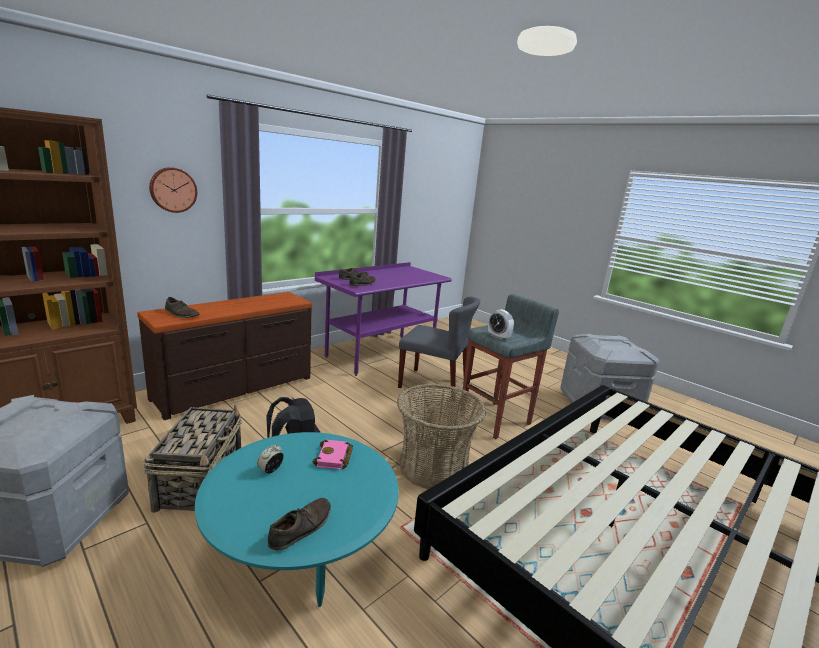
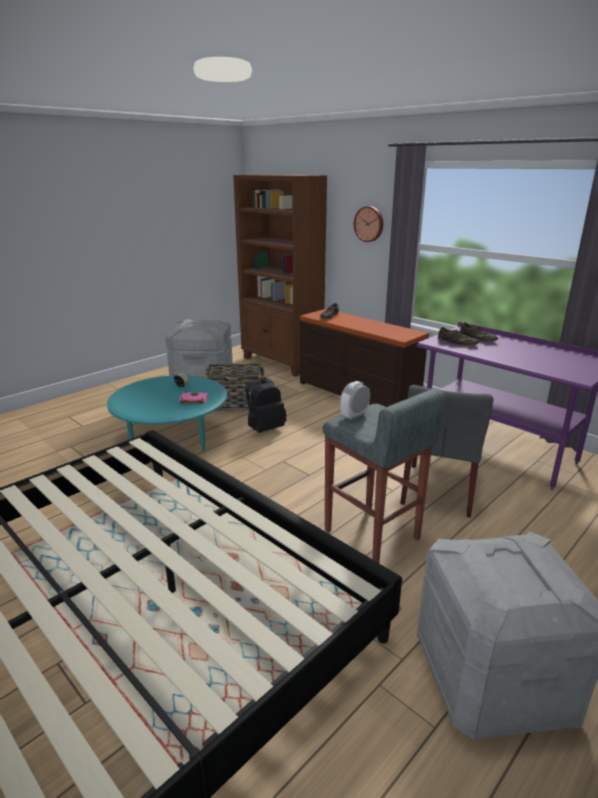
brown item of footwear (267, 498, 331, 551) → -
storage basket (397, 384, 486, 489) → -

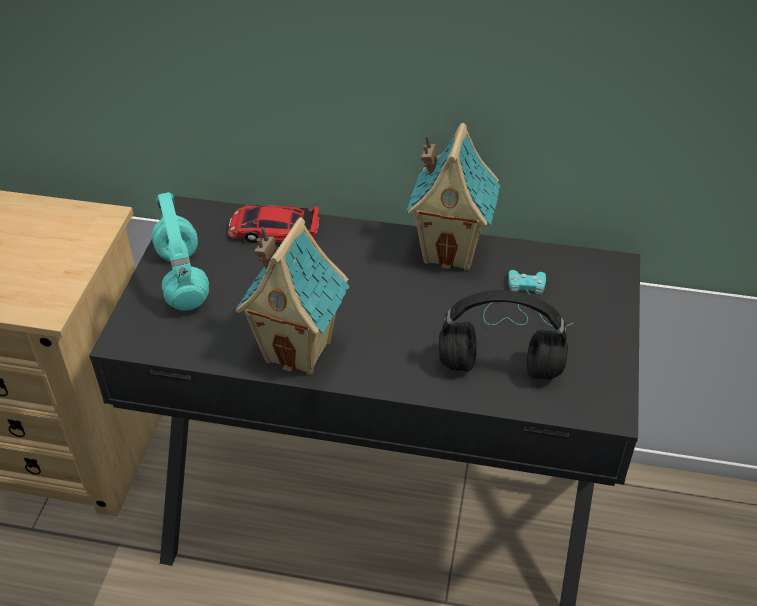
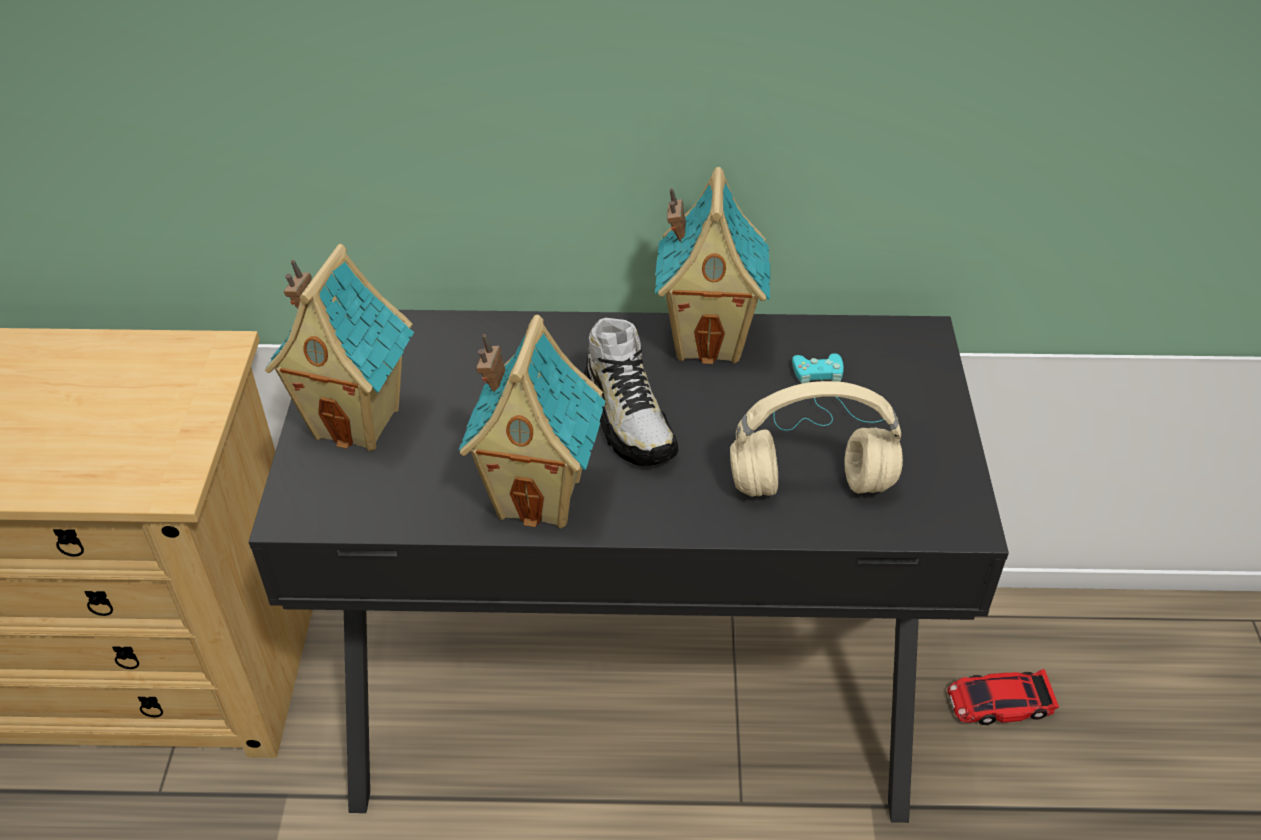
turquoise pair of headphones (152, 192, 209, 311) → model house (265, 244, 414, 451)
- → item of footwear (584, 318, 679, 466)
blackish pair of headphones (439, 290, 568, 380) → beige pair of headphones (730, 381, 903, 497)
miniature car (228, 205, 320, 243) → miniature car (948, 669, 1059, 725), relocated

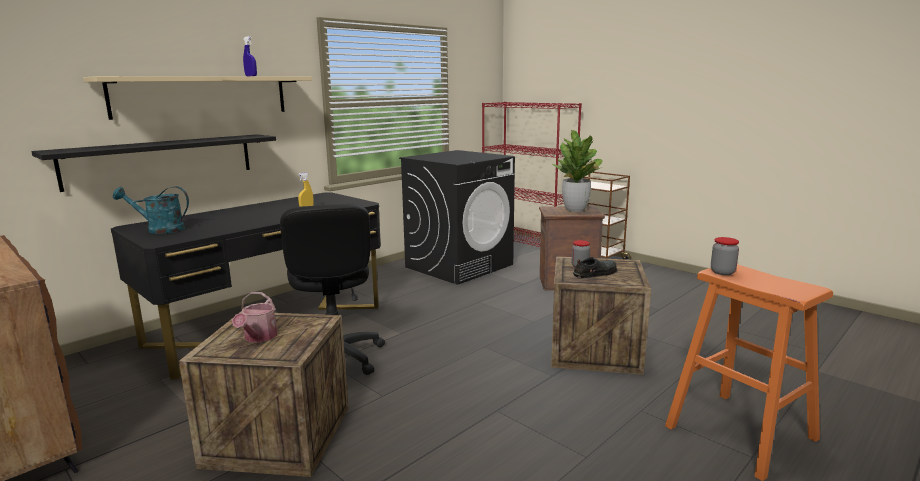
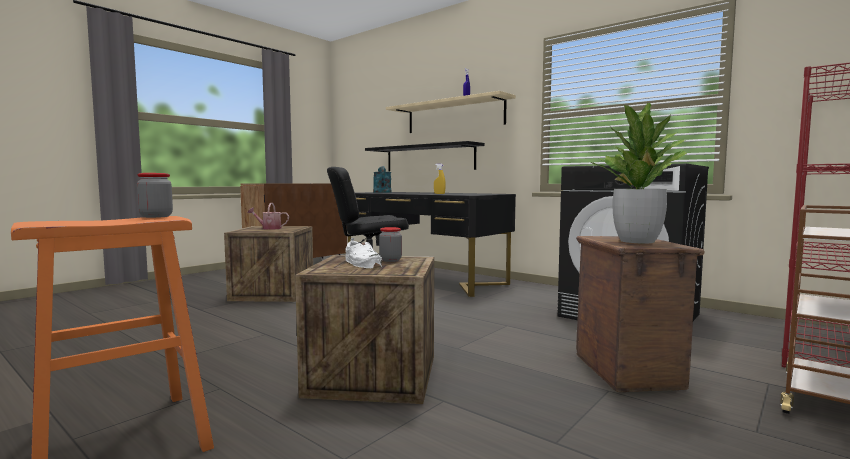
blackish item of footwear (573, 257, 618, 278) → white item of footwear (345, 238, 382, 268)

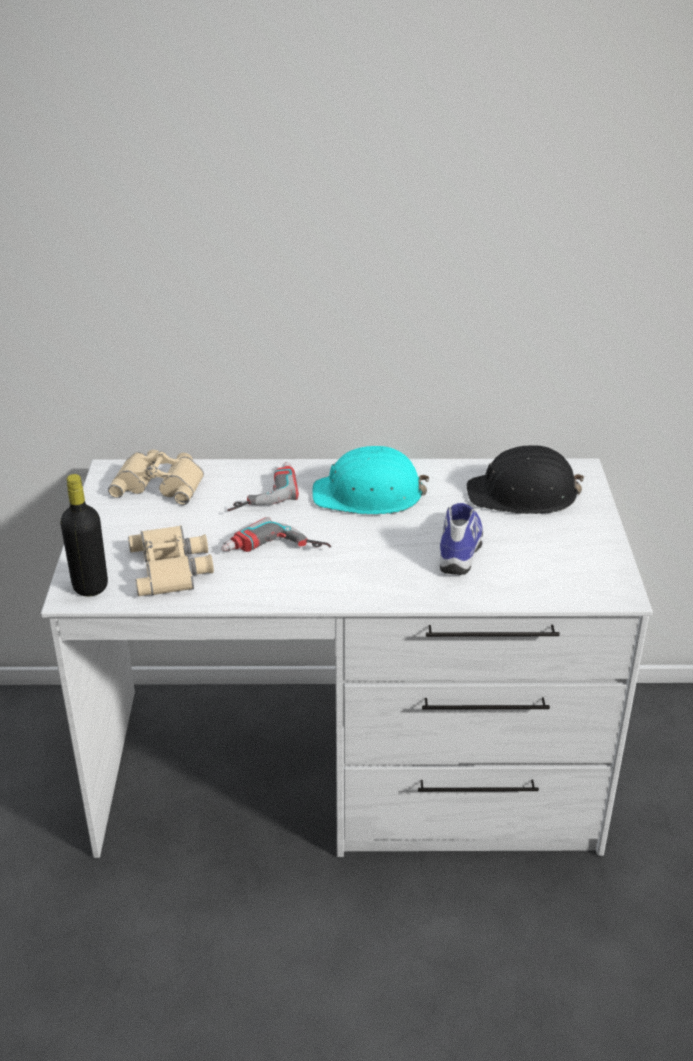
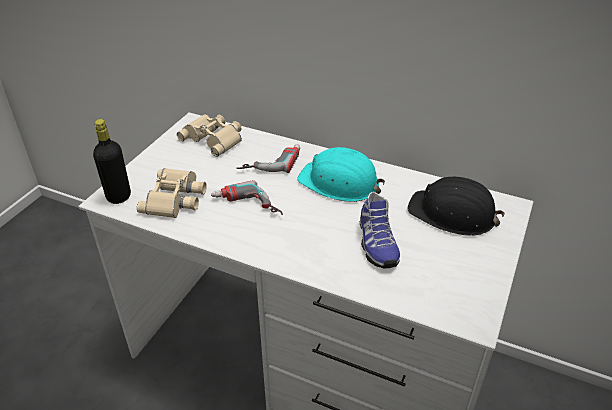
item of footwear (440, 503, 483, 575) → item of footwear (360, 192, 400, 268), 135 degrees clockwise

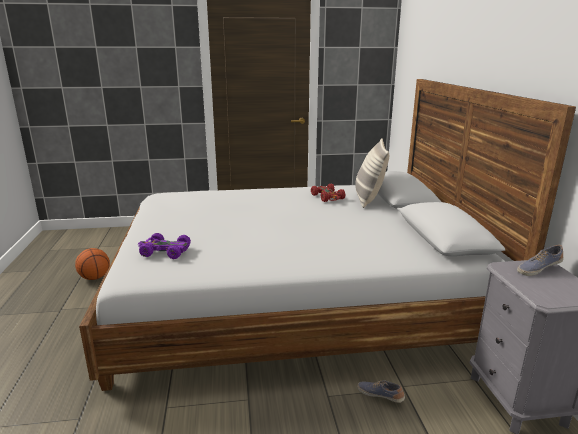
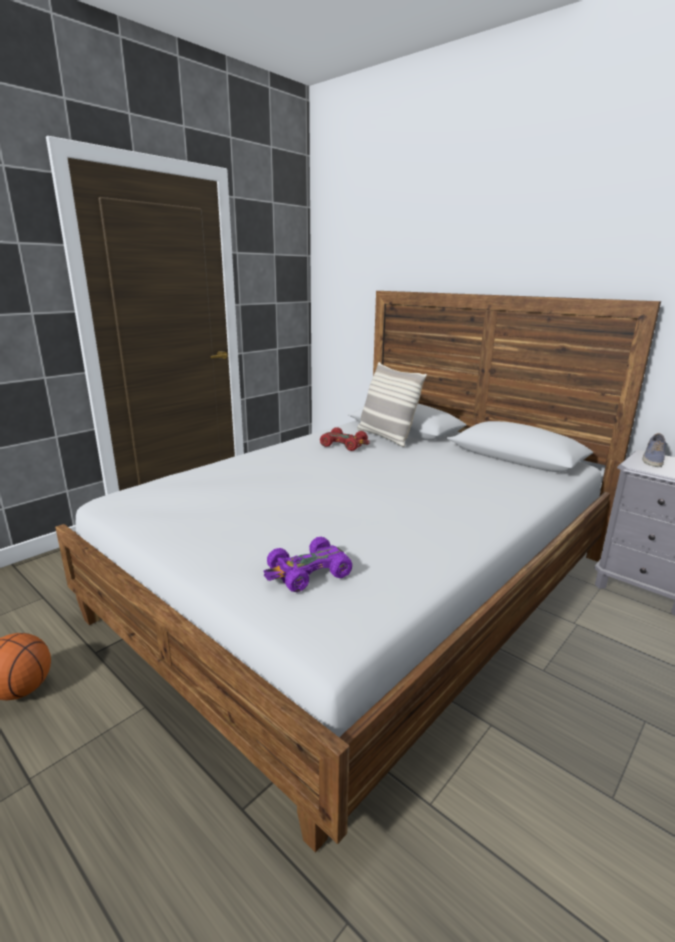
item of footwear (357, 380, 405, 403) → -

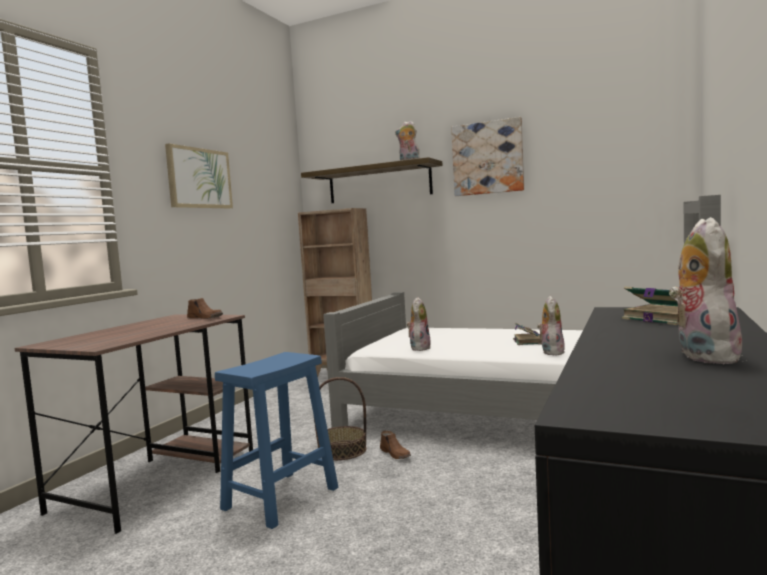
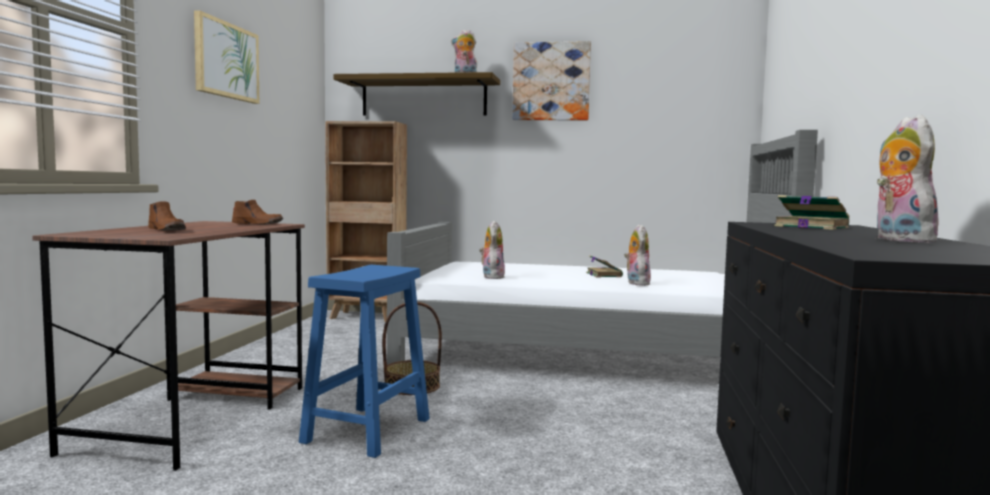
brown item of footwear (380, 431, 411, 459) → brown item of footwear (148, 201, 186, 231), relocated

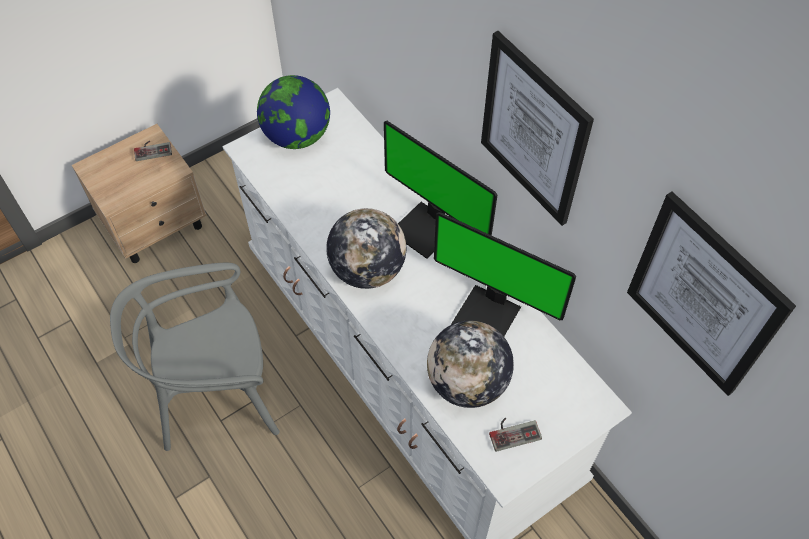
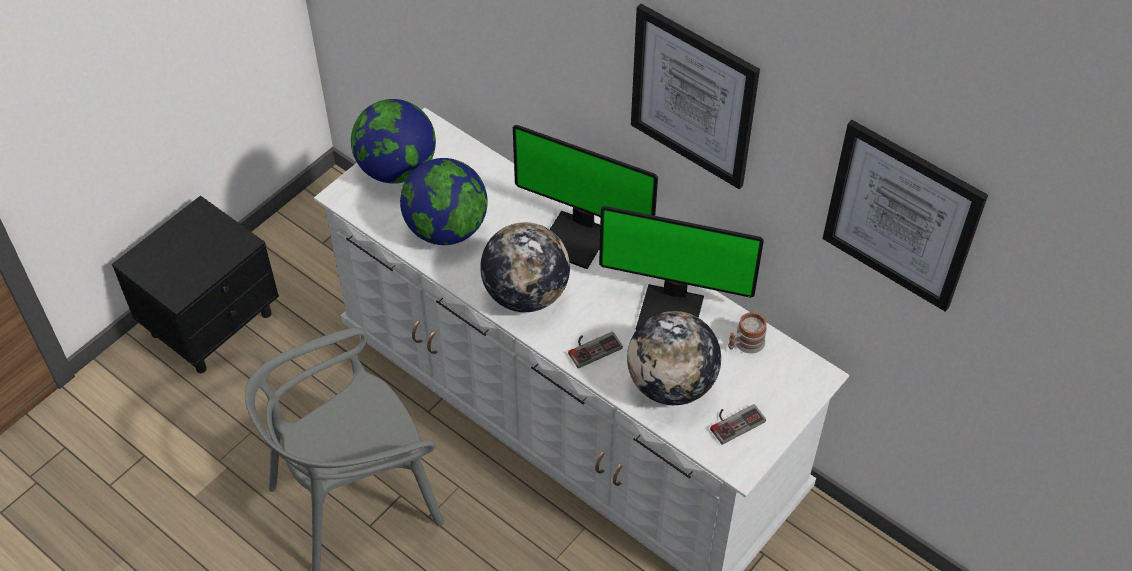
beige bedside table (72, 124, 207, 263) → blackish bedside table (112, 196, 279, 373)
- → desk globe (400, 158, 488, 245)
game controller (134, 141, 172, 161) → game controller (568, 331, 623, 368), relocated
- → tea mug (728, 312, 767, 353)

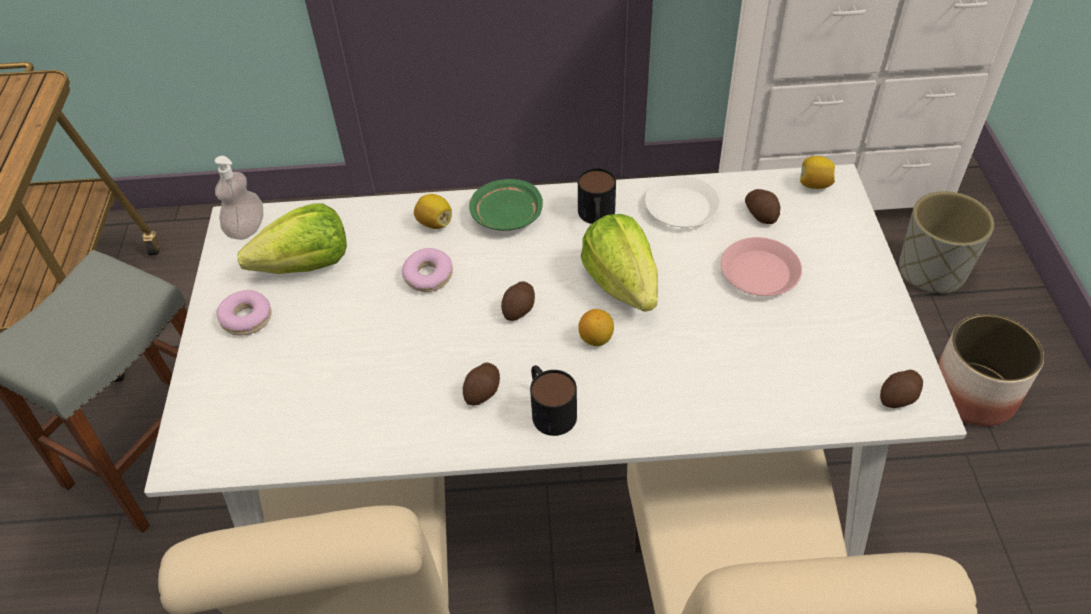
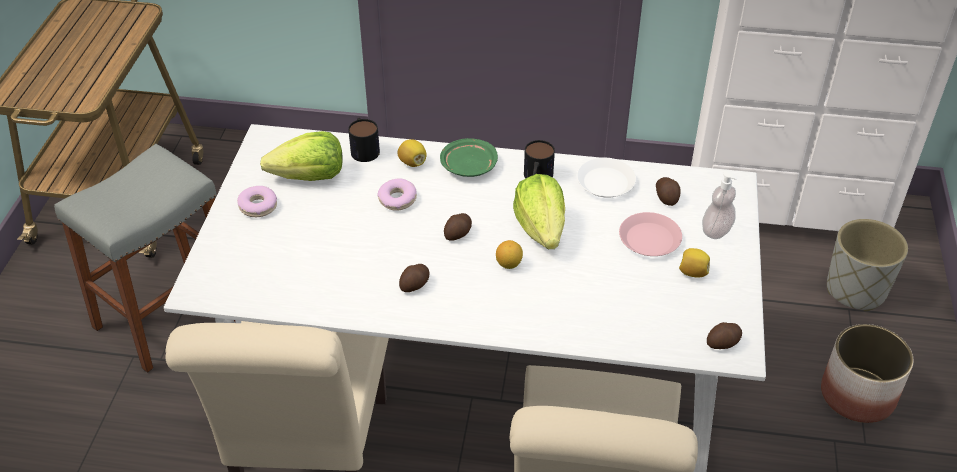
tea mug (530, 365, 577, 436) → tea mug (348, 118, 380, 162), relocated
citrus fruit (800, 156, 835, 189) → citrus fruit (679, 248, 710, 278), relocated
soap bottle (215, 156, 263, 240) → soap bottle (702, 171, 737, 239), relocated

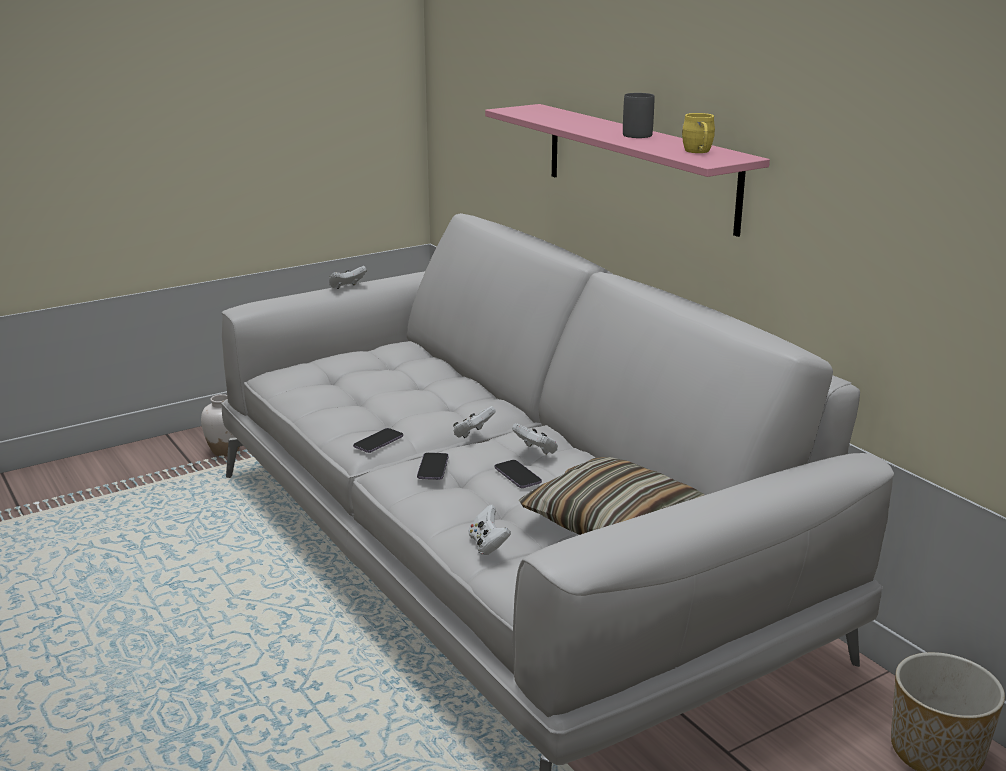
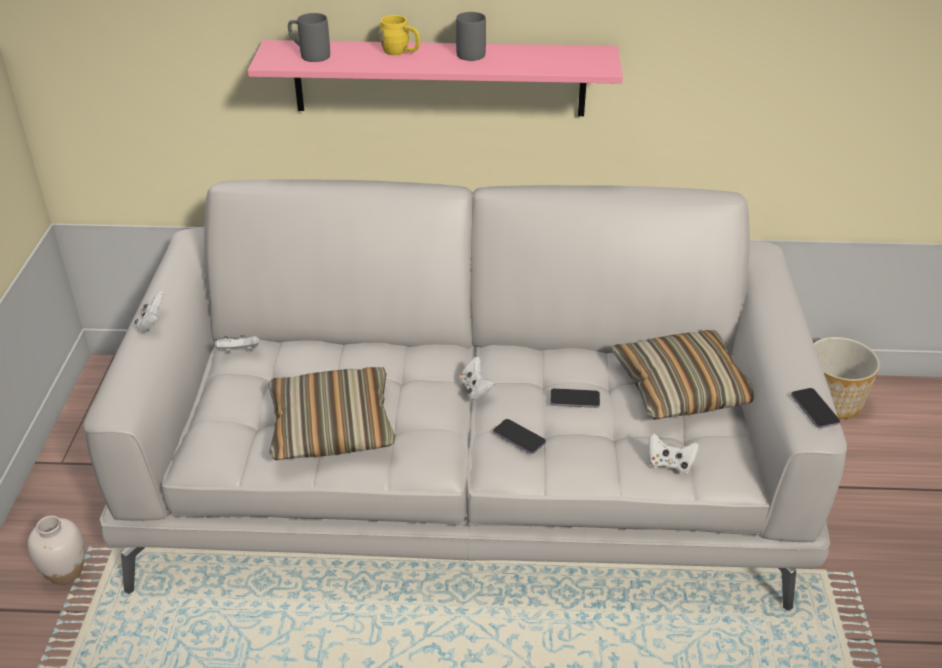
white game controller (512, 423, 558, 455) → white game controller (215, 335, 260, 353), relocated
- → pillow (268, 367, 395, 460)
- → grey tea mug (288, 13, 330, 62)
yellow tea mug (682, 113, 715, 153) → yellow tea mug (379, 15, 420, 55), relocated
handset (353, 428, 403, 453) → handset (791, 388, 840, 428), relocated

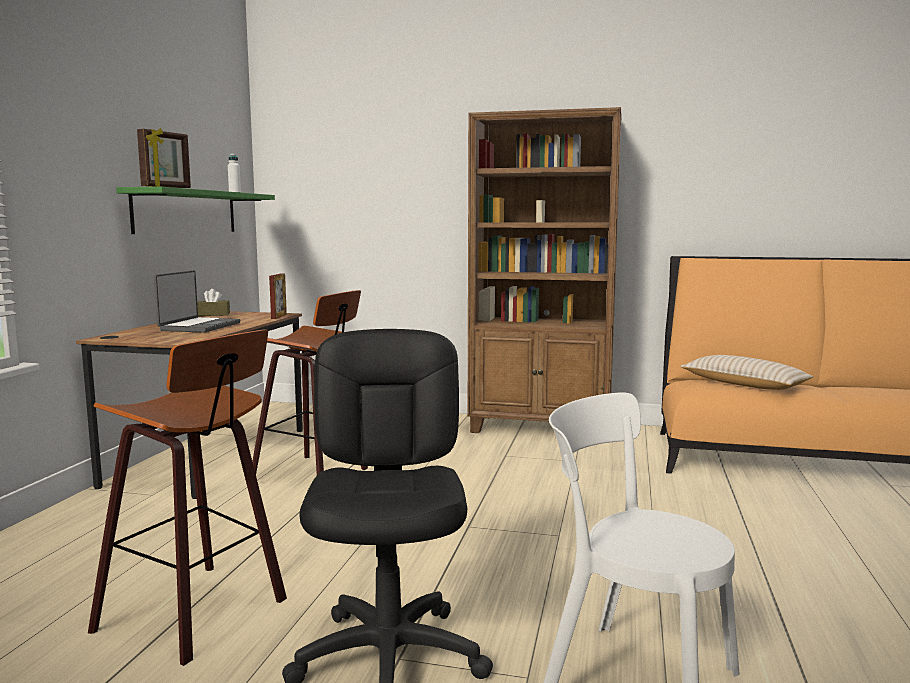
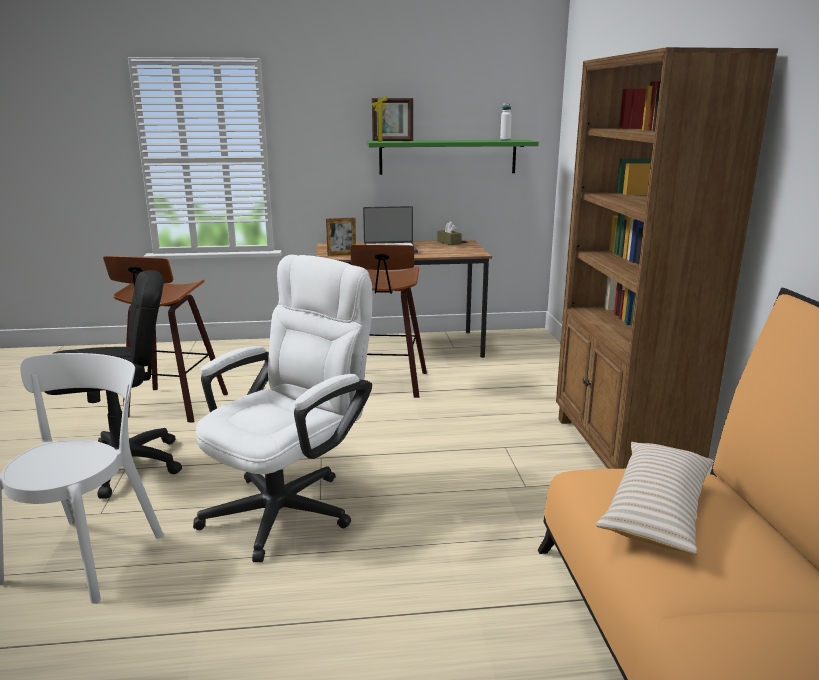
- → white computer chair (193, 255, 372, 562)
picture frame (269, 273, 287, 319) → picture frame (326, 218, 356, 256), relocated

